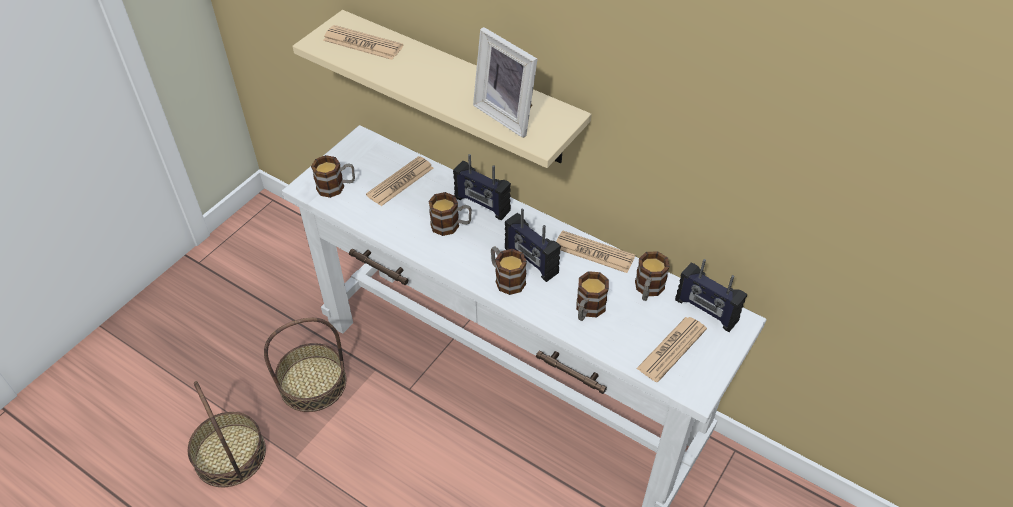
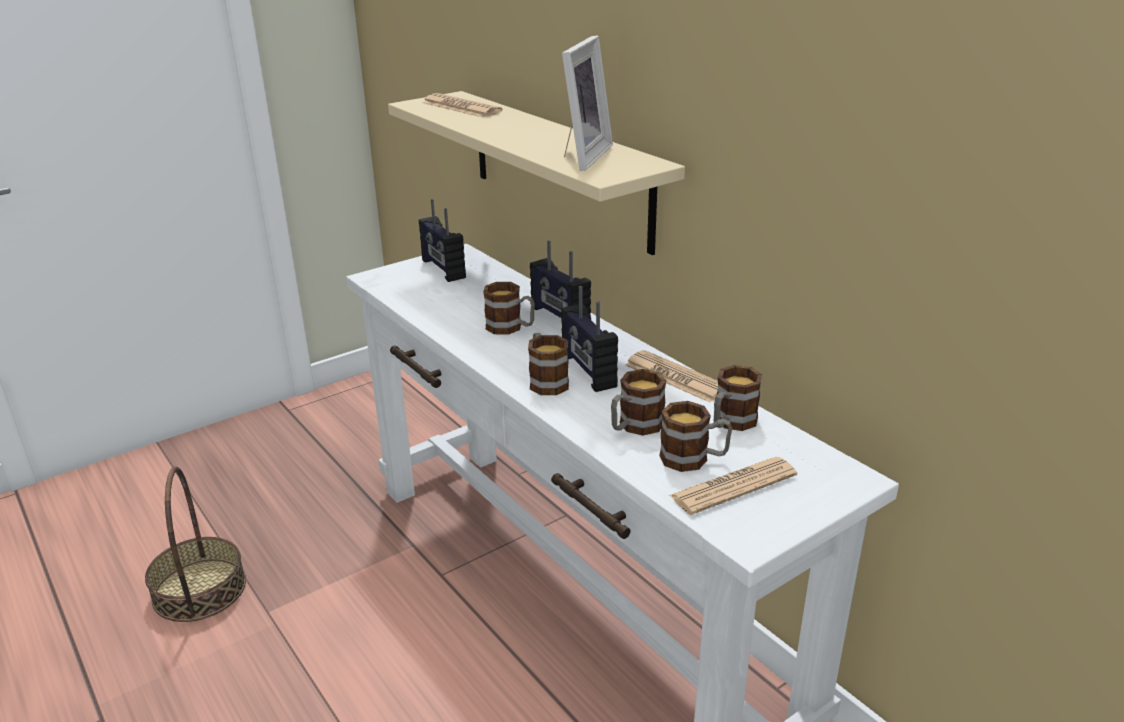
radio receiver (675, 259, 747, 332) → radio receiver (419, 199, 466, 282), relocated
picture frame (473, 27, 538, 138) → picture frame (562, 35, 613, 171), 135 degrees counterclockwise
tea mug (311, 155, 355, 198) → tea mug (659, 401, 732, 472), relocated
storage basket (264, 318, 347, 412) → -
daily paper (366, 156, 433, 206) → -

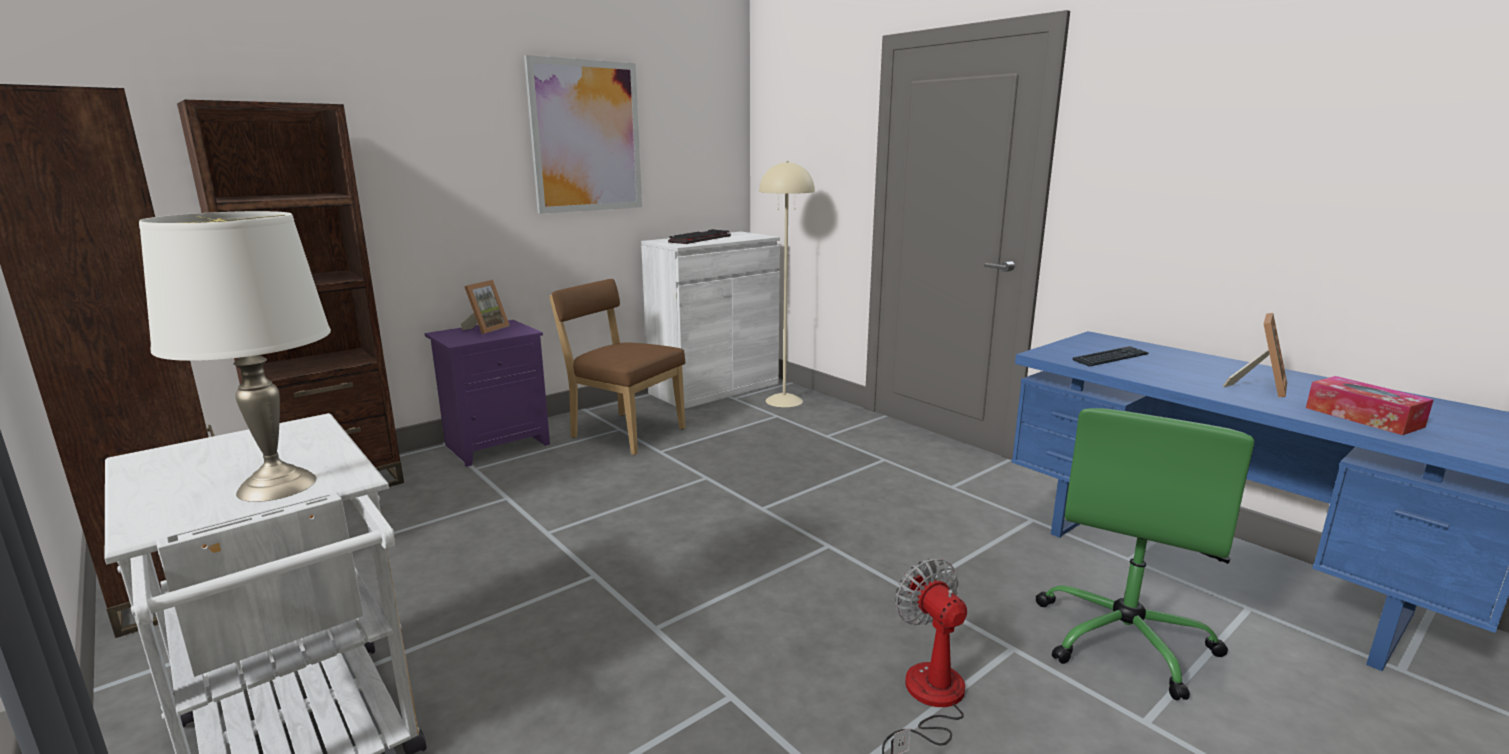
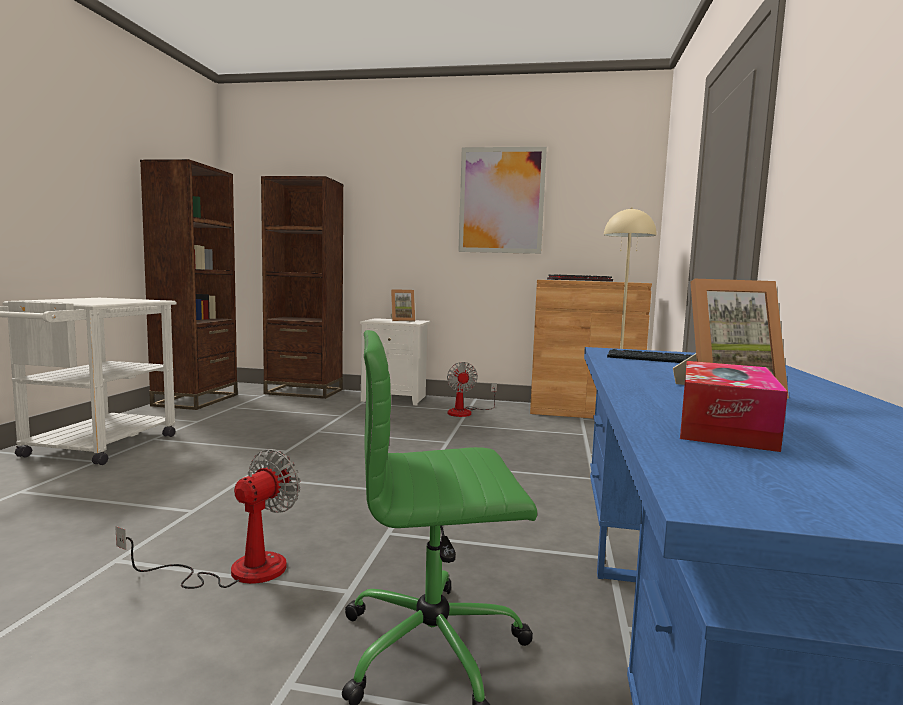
purplish bedside table (425, 320, 550, 467) → white bedside table (360, 318, 431, 406)
brown plain chair (549, 279, 686, 455) → fan (447, 362, 497, 417)
white cupboard (641, 232, 780, 409) → brown cupboard (530, 280, 652, 419)
white table lamp (139, 211, 331, 502) → -

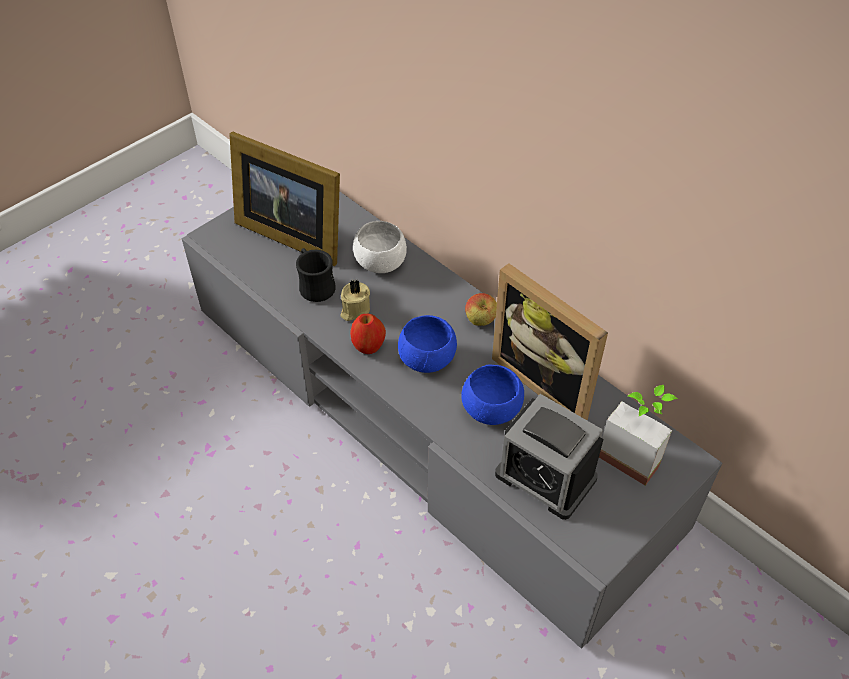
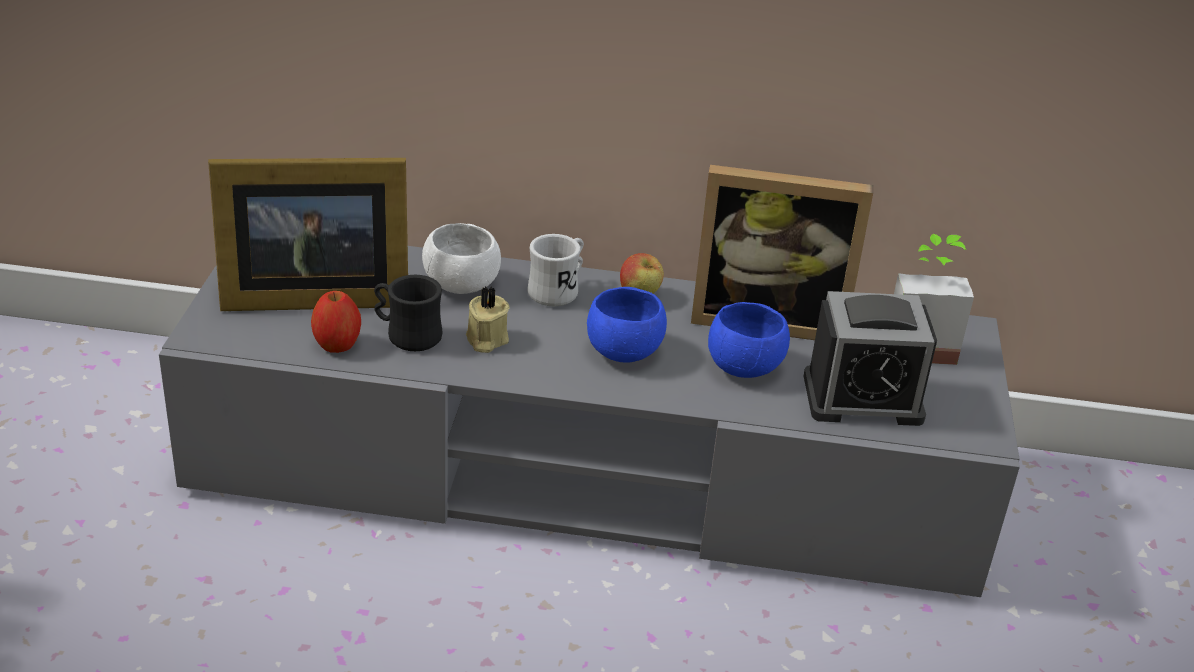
apple fruit (350, 314, 386, 354) → apple fruit (311, 291, 361, 353), relocated
- → white tea mug (527, 234, 584, 306)

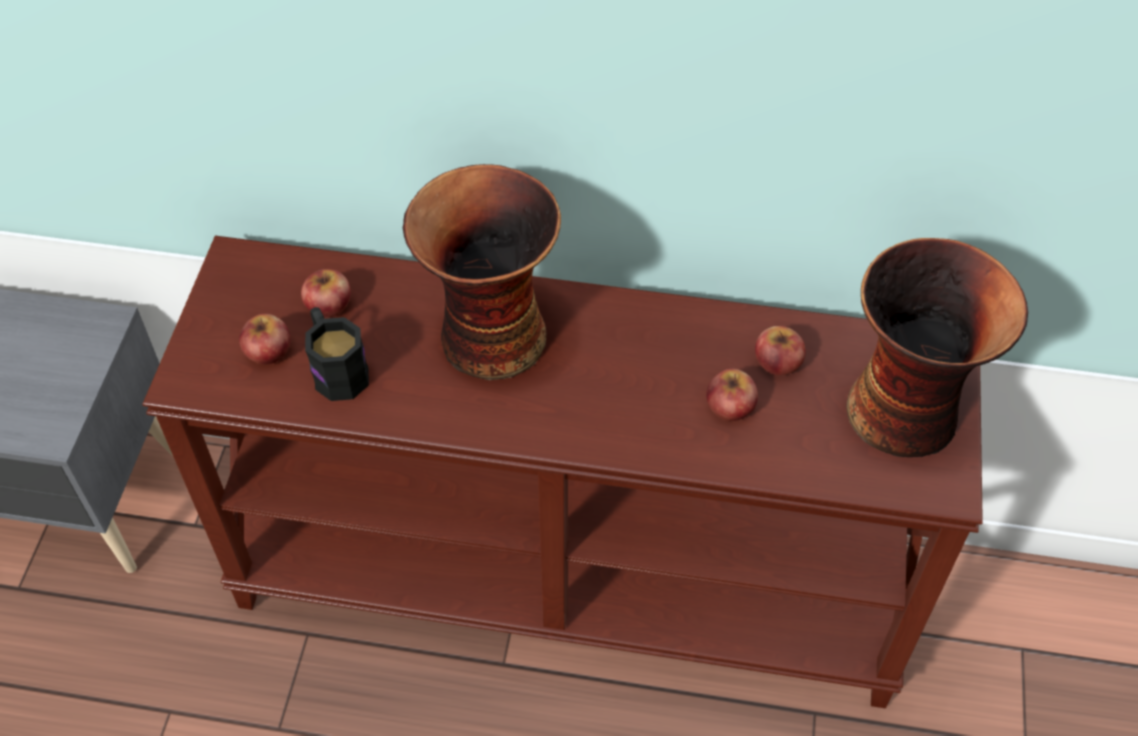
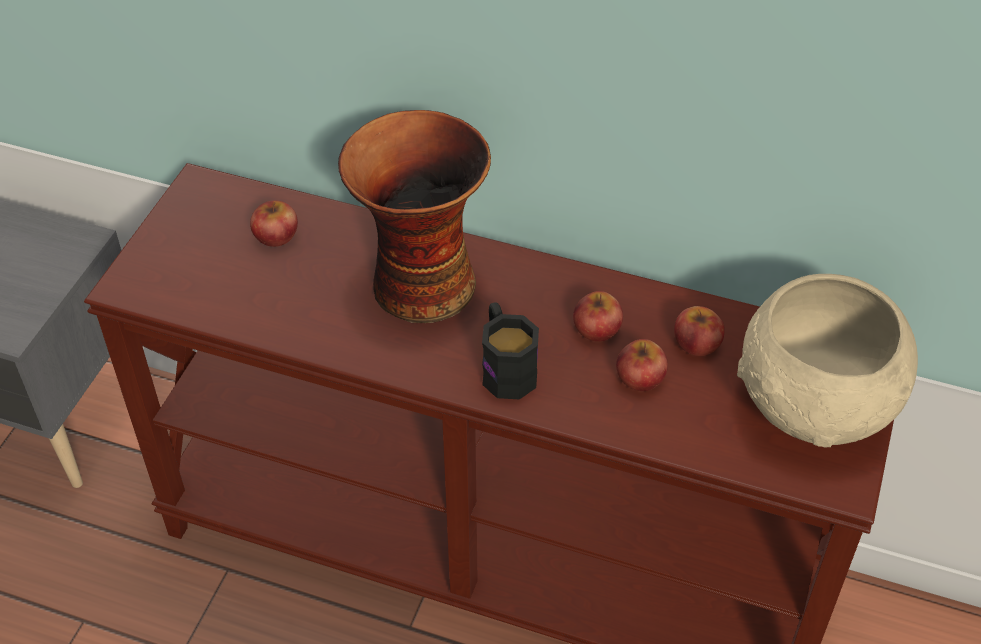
blackish tea mug (305, 307, 369, 401) → blackish tea mug (482, 302, 539, 399), relocated
apple fruit (239, 314, 290, 364) → apple fruit (573, 291, 623, 342), relocated
vase (846, 238, 1028, 457) → beige deep dish (737, 274, 918, 447)

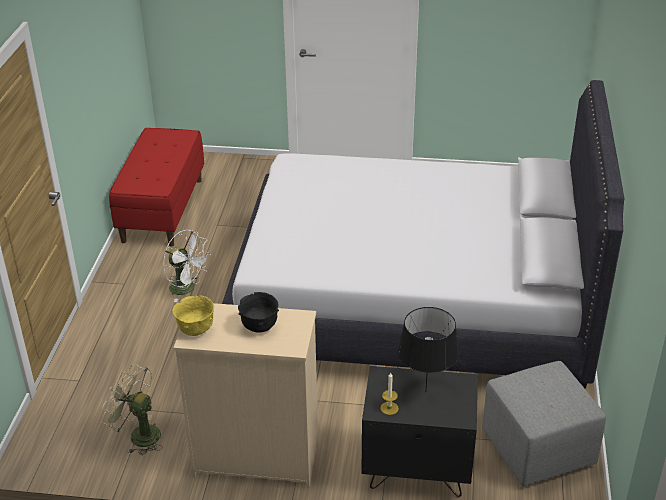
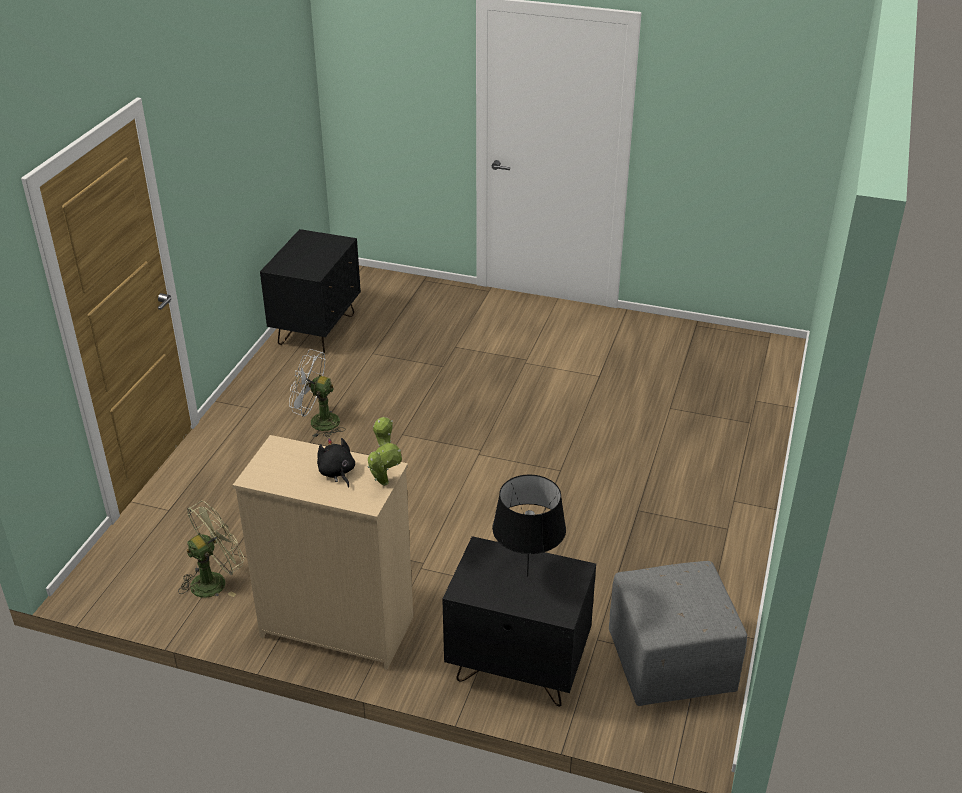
green-coloured fan (102, 364, 163, 455) → green-coloured fan (178, 501, 245, 598), 105 degrees clockwise
reddish bench (109, 128, 204, 247) → blackish bedside table (260, 229, 361, 353)
white fan (163, 230, 211, 302) → white fan (289, 349, 345, 437), 150 degrees clockwise
blackish deep dish (238, 292, 279, 333) → blackish plush toy (317, 438, 355, 488)
- → plant in a pot (367, 417, 402, 486)
yellow deep dish (173, 296, 214, 336) → -
white bed (222, 80, 624, 389) → -
candle (380, 373, 399, 415) → -

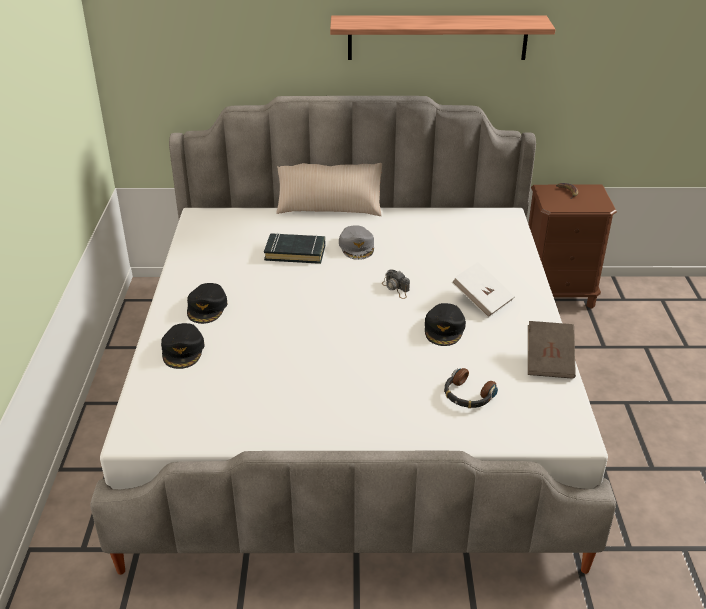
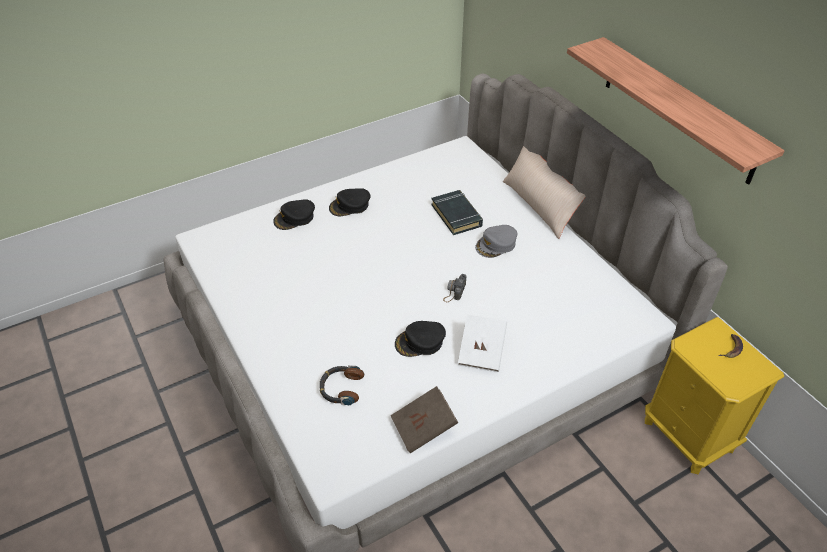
brown bedside table (528, 185, 617, 309) → yellow bedside table (645, 317, 784, 474)

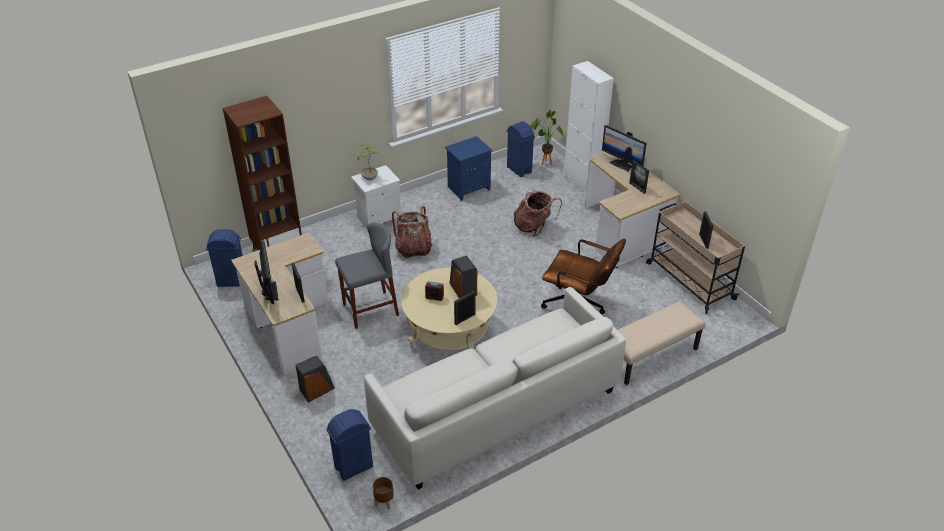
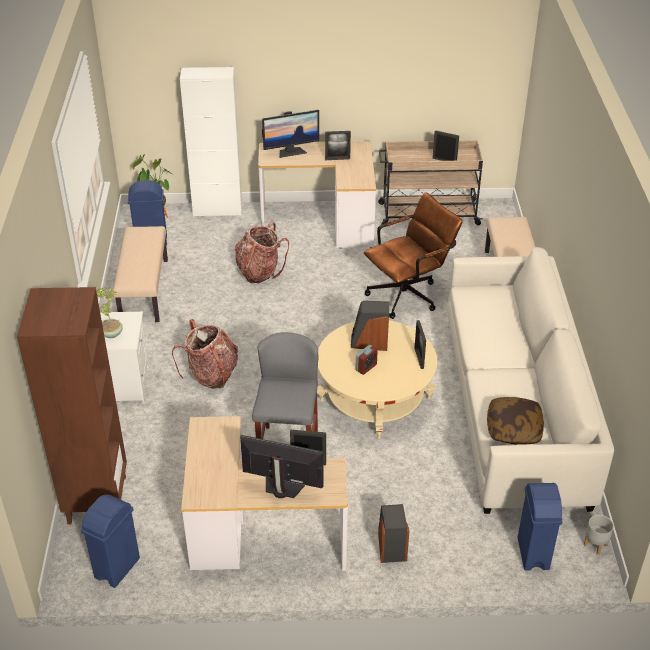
blue-coloured bedside table (445, 136, 492, 201) → beige bench (113, 226, 168, 322)
- → pillow (487, 397, 544, 445)
brown planter (372, 477, 394, 509) → grey planter (584, 515, 614, 555)

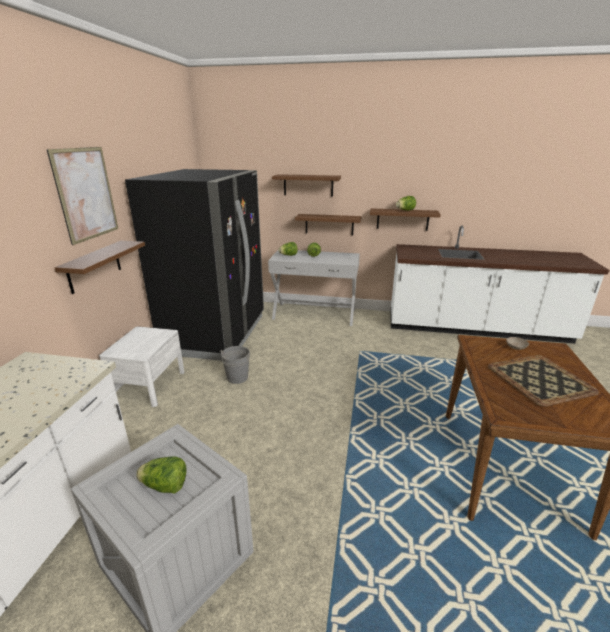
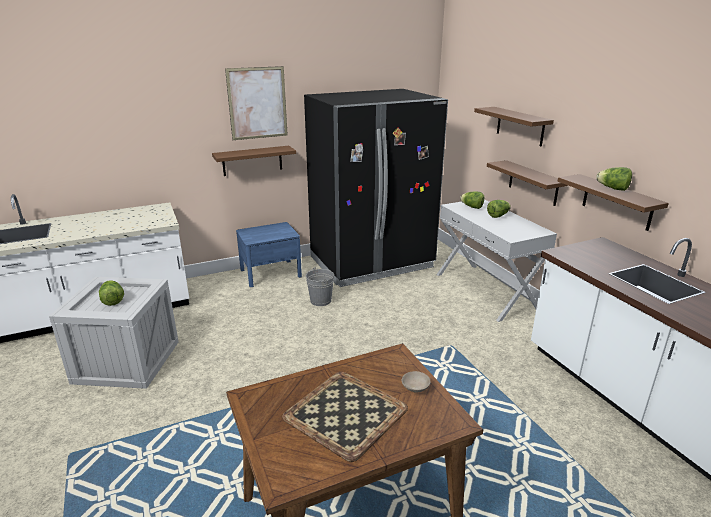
white bedside table (99, 326, 185, 407) → blue-coloured bedside table (236, 222, 302, 287)

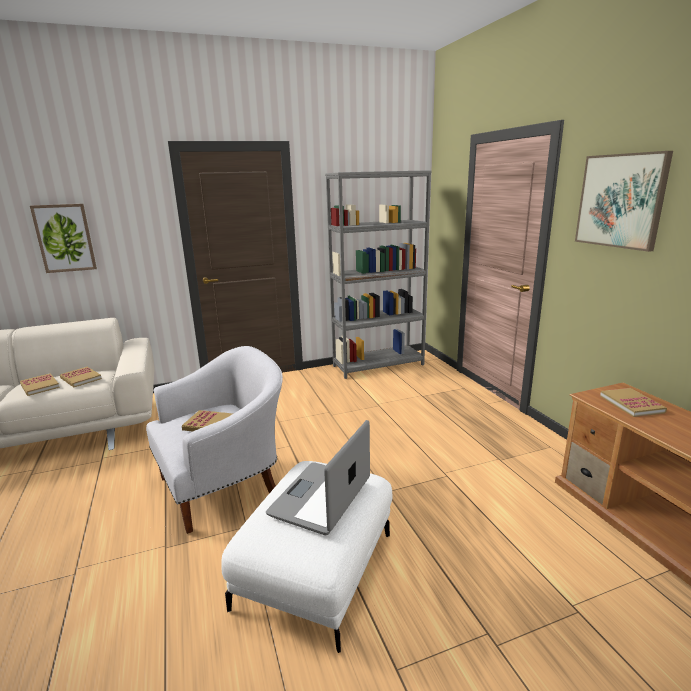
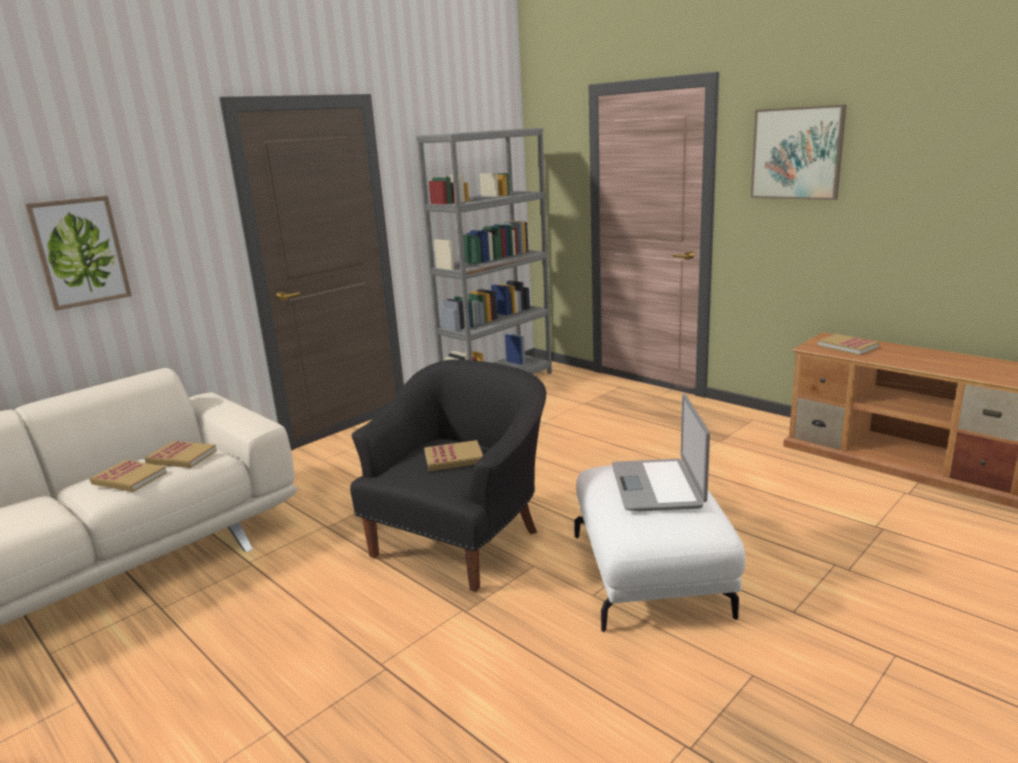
white lounge chair (146, 346, 283, 534) → blackish lounge chair (350, 359, 546, 592)

